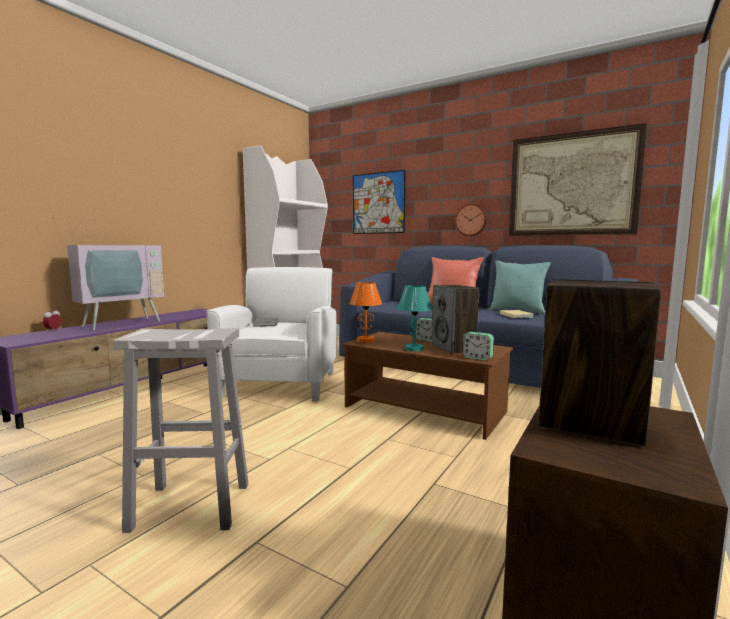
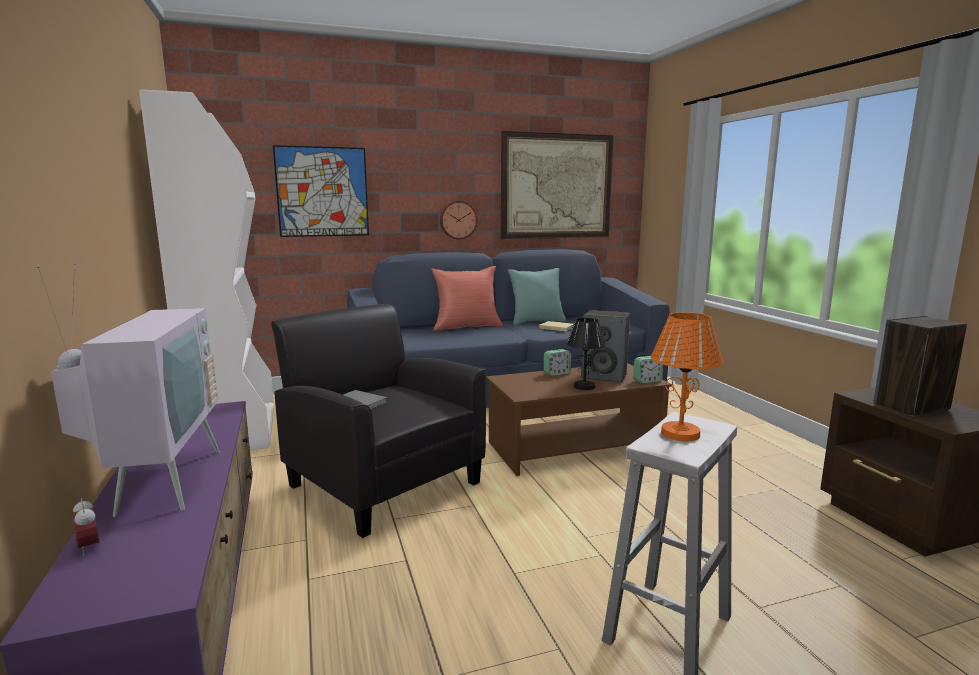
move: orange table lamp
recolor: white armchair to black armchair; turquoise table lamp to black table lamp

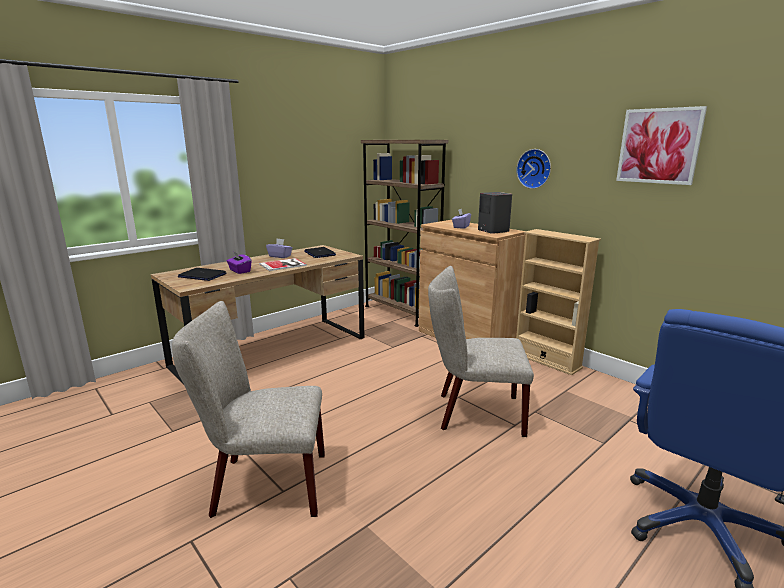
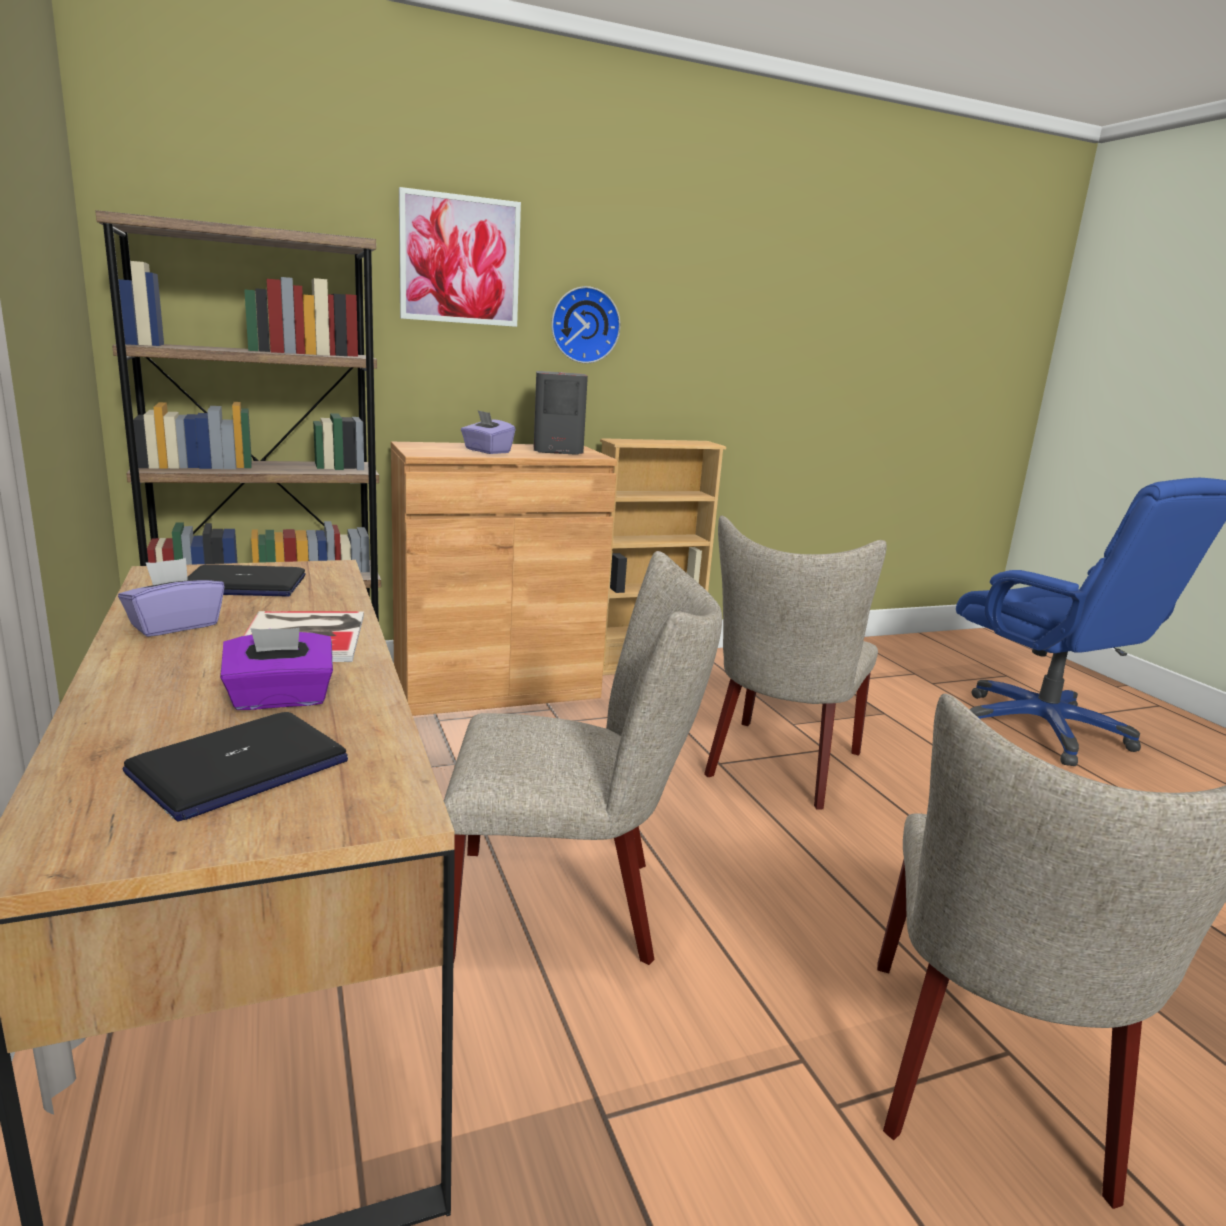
insert: beige chair (1st from left)
move: picture

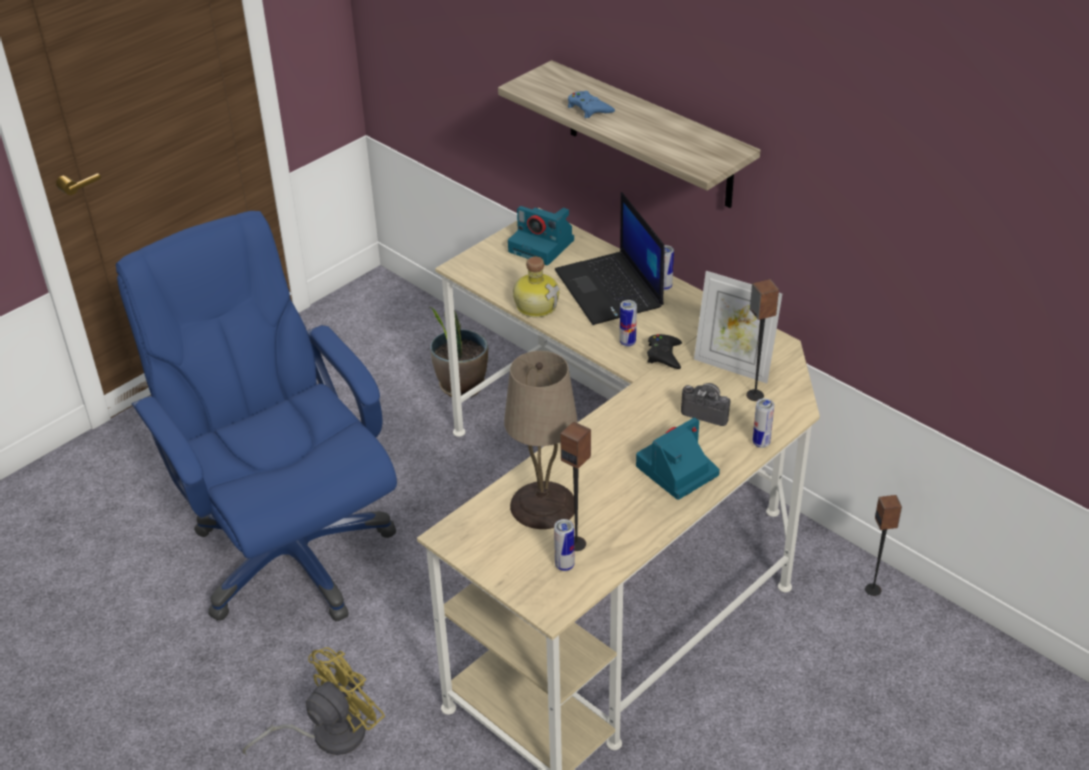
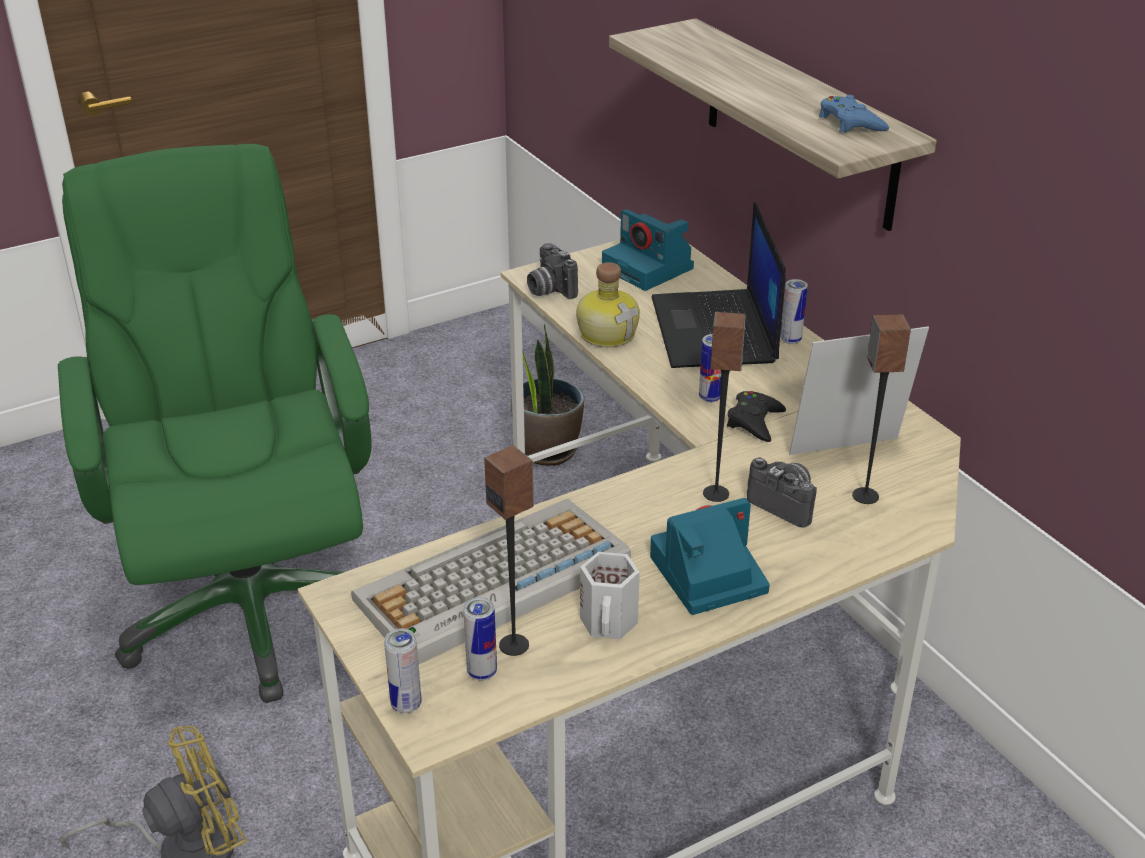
insert: photo camera (1st from left); white mug
move: blue game controller; can (4th from left in the first image) to can (1st from left); speaker (3rd from left in the first image) to speaker (2nd from left)
replace: beige table lamp to keyboard
recolor: blue office chair to green office chair
rotate: picture frame 120 degrees clockwise

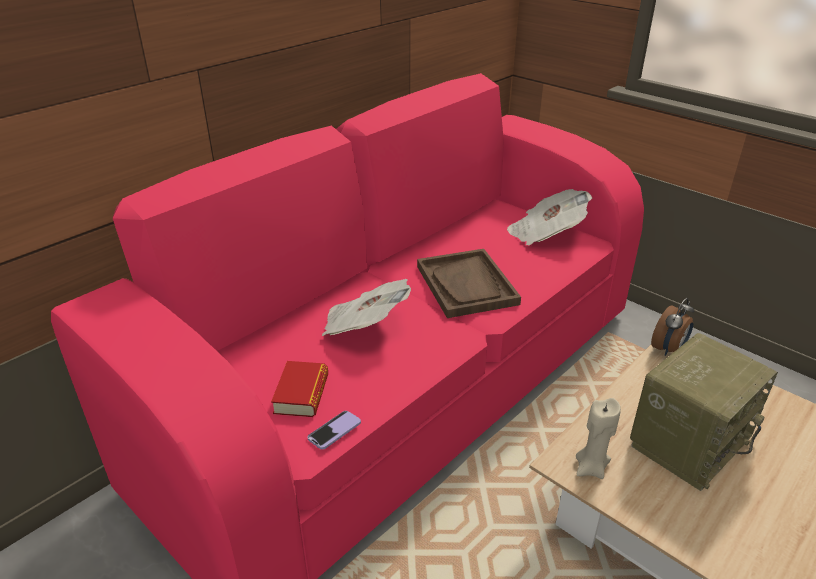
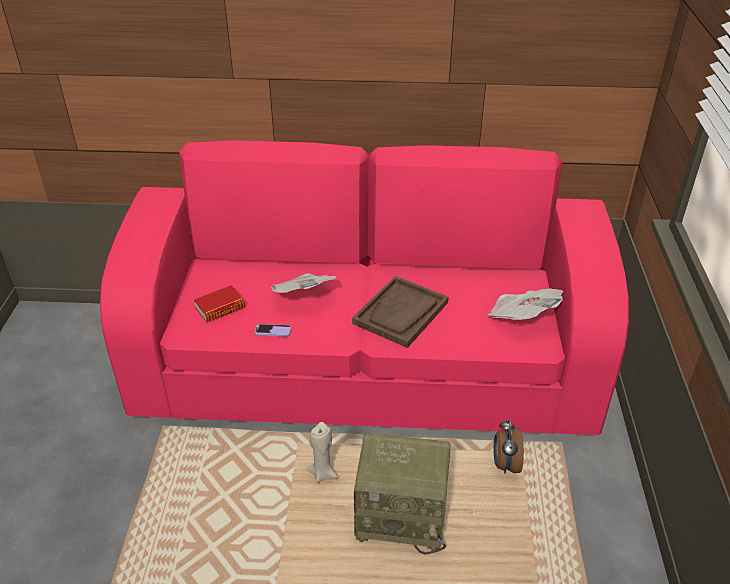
move: phone
rotate: alarm clock 90 degrees clockwise

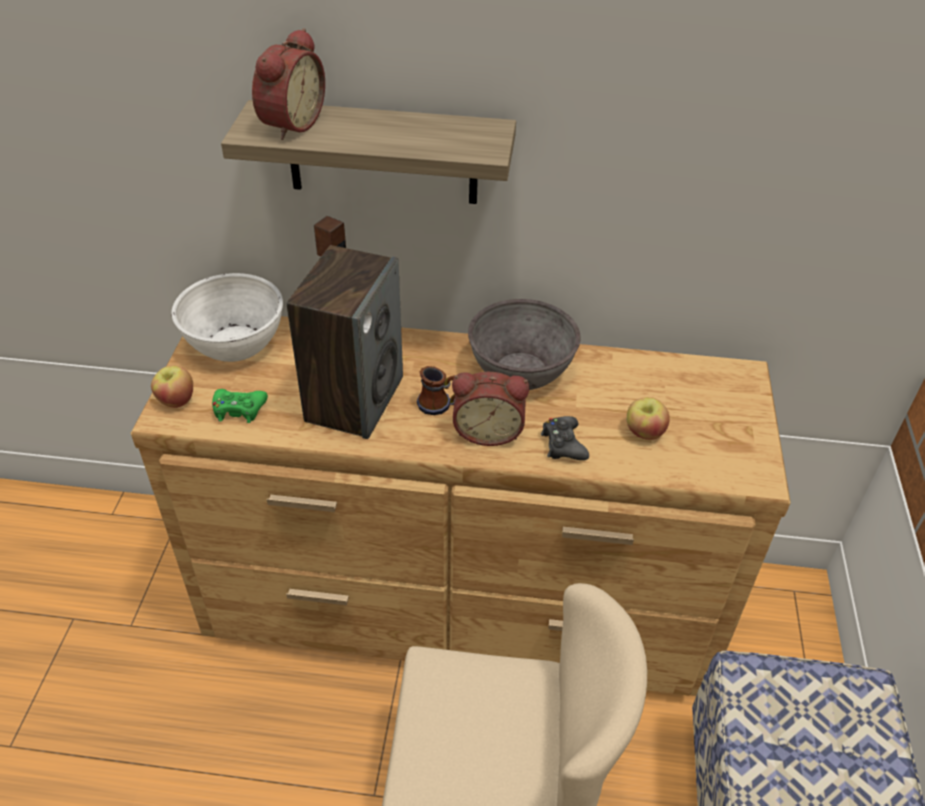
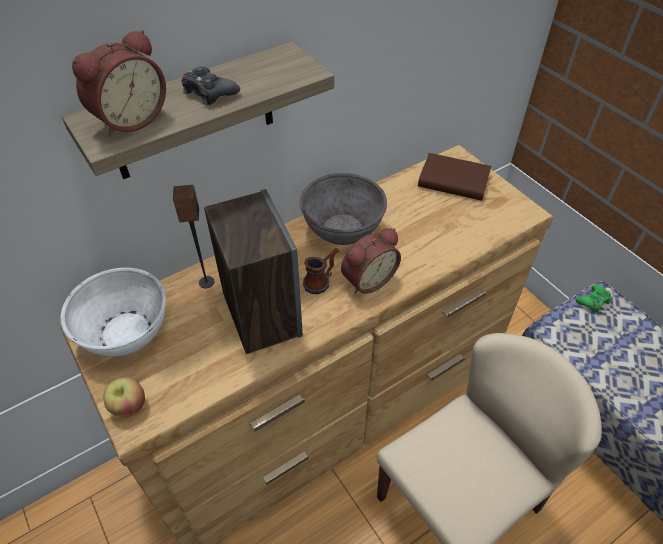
delete: apple (2nd from left)
insert: brown book
move: green game controller; black game controller
rotate: alarm clock (1st from left) 60 degrees clockwise

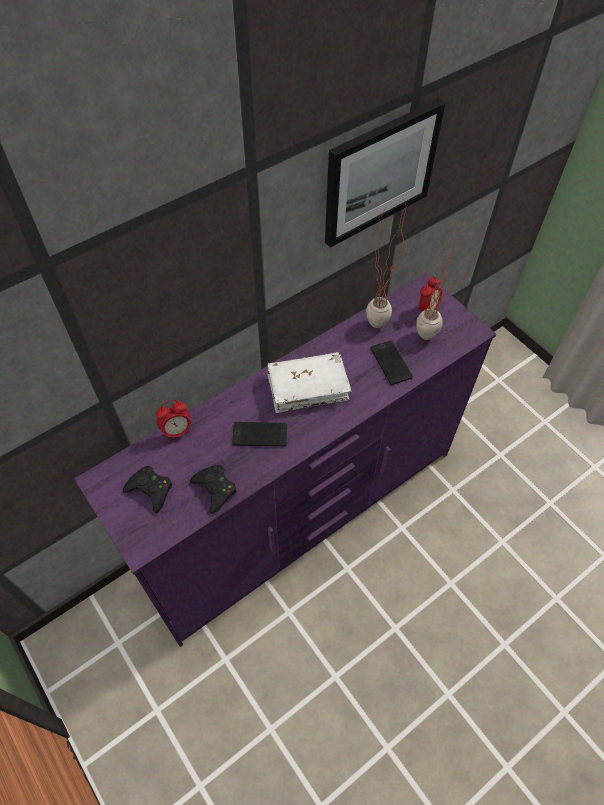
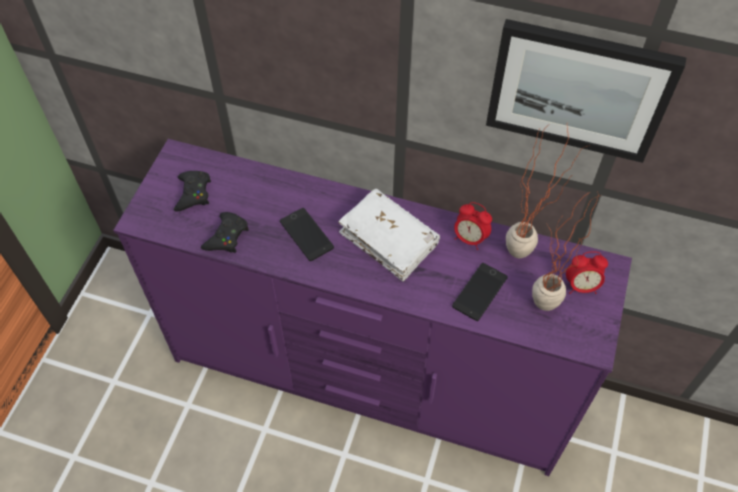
move: alarm clock (1st from left)

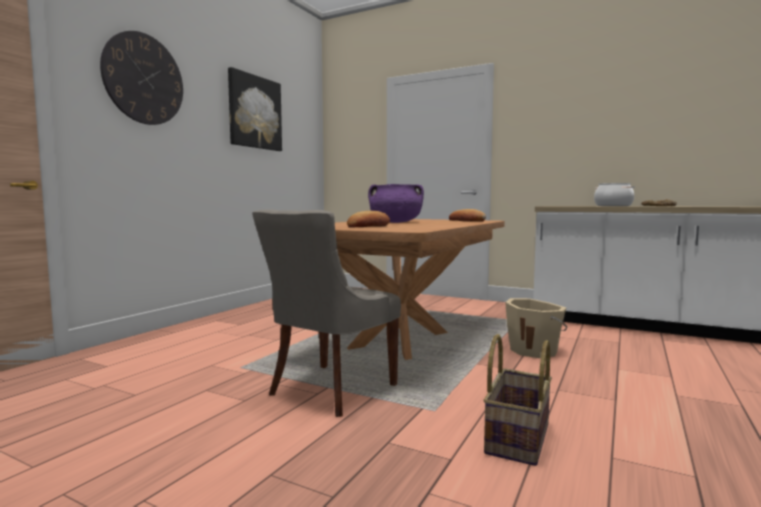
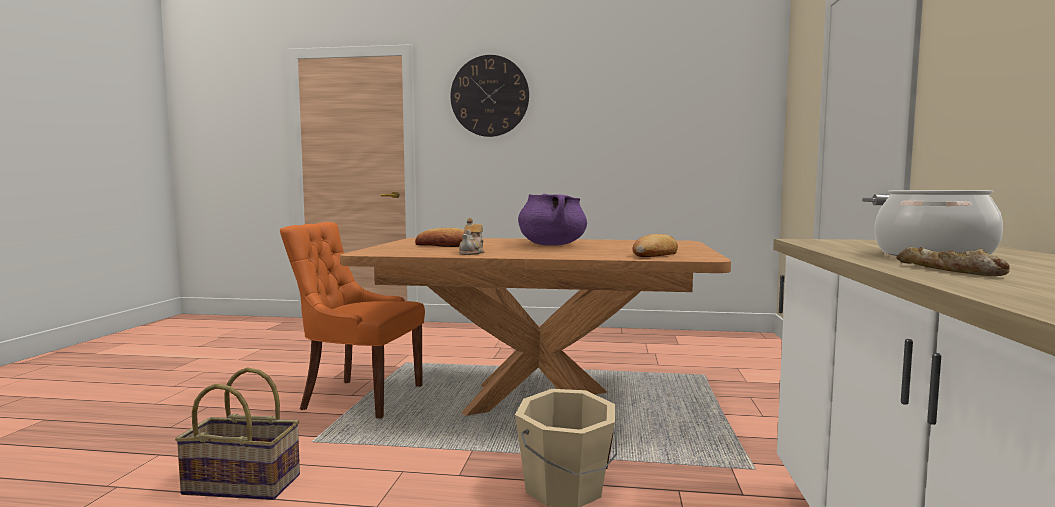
delete: picture
insert: teapot
recolor: grey chair to orange chair

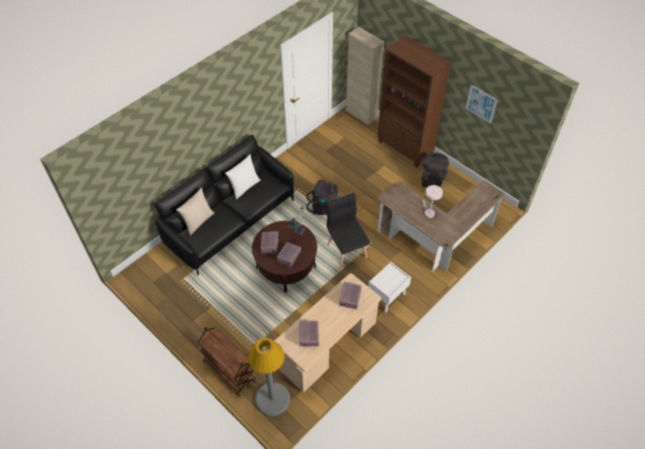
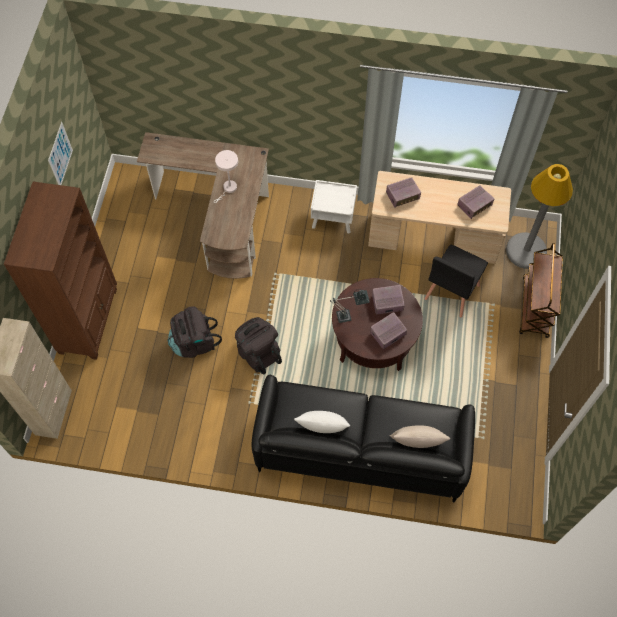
move: black backpack (2nd from left in the first image) to black backpack (1st from left); black chair

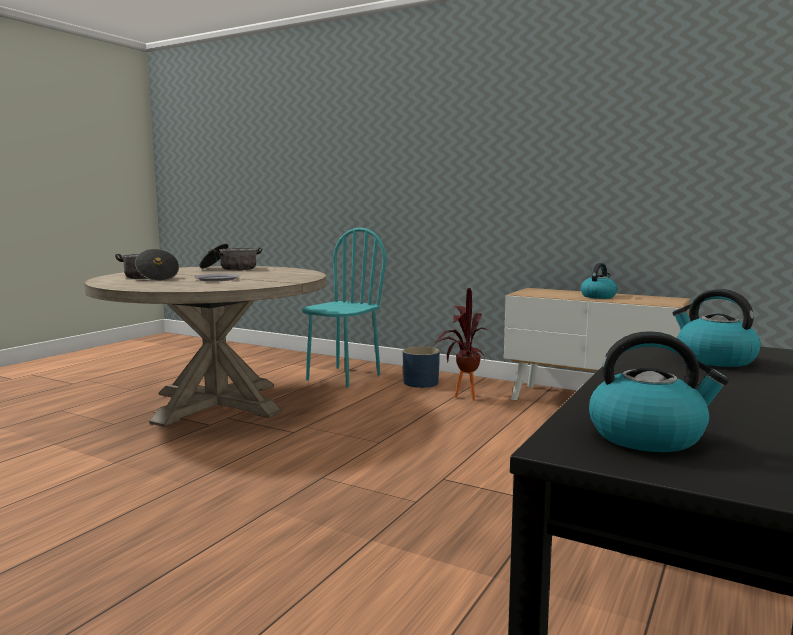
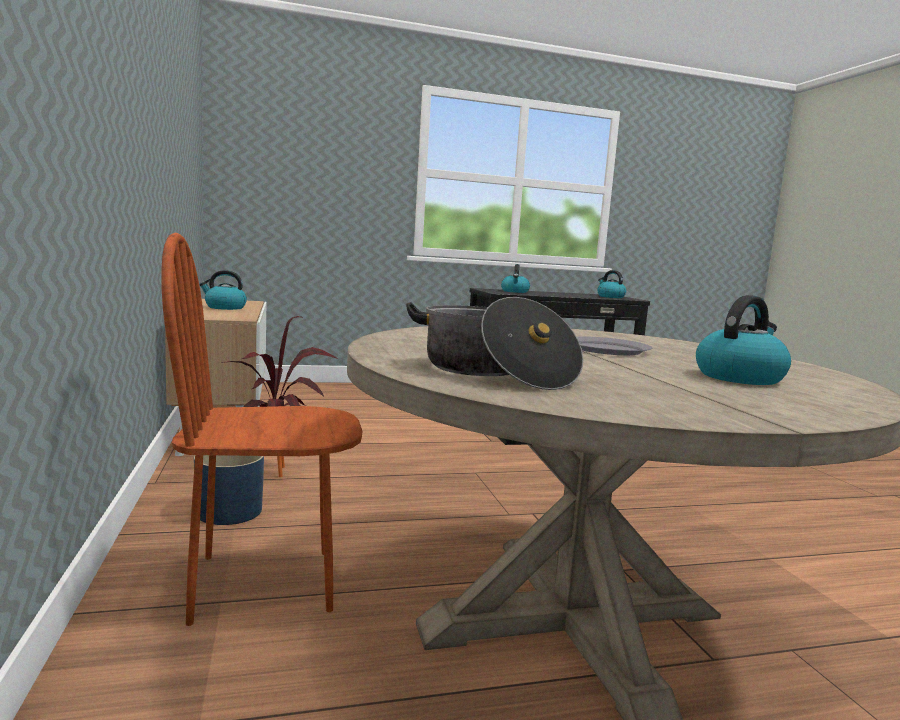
replace: cooking pot (1st from left) to kettle (4th from left)
recolor: turquoise chair to brown chair

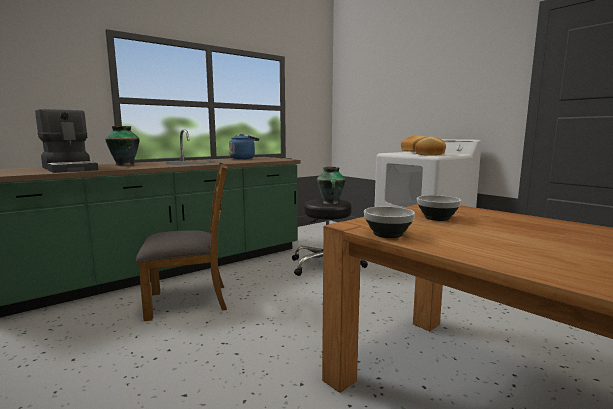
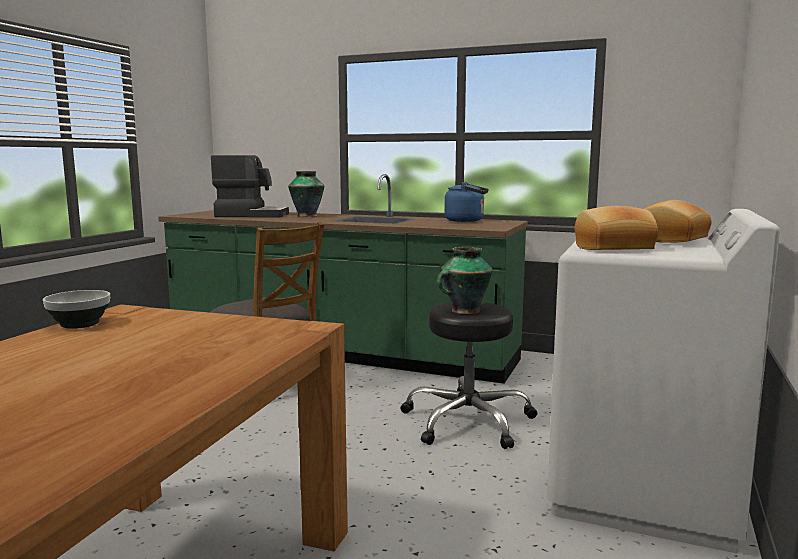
delete: bowl (2nd from left)
rotate: coffee machine 105 degrees counterclockwise

